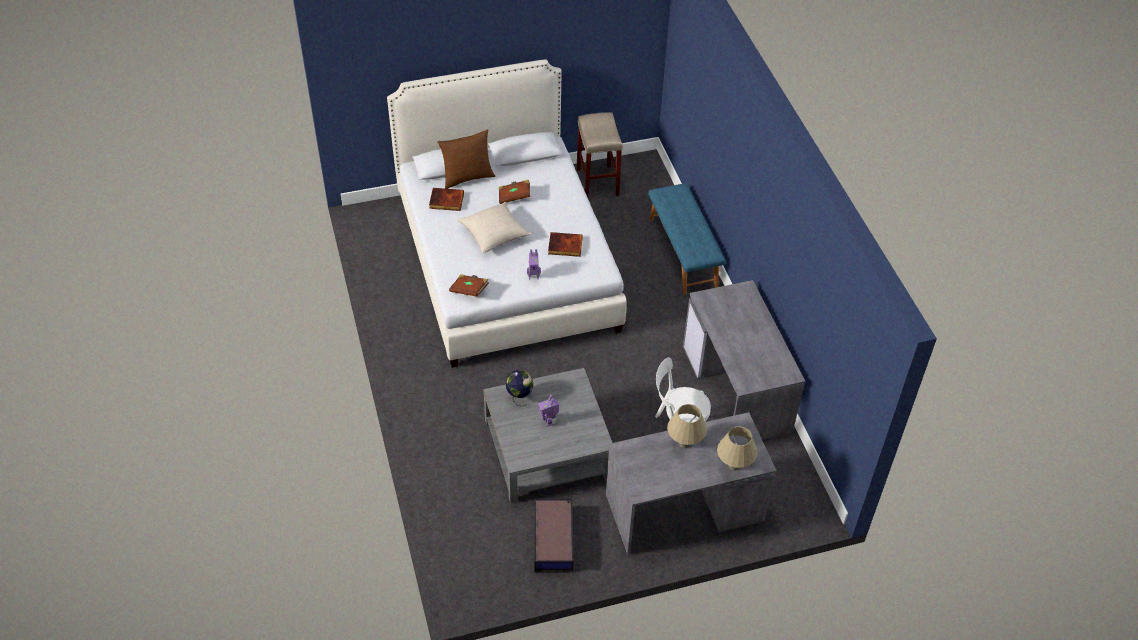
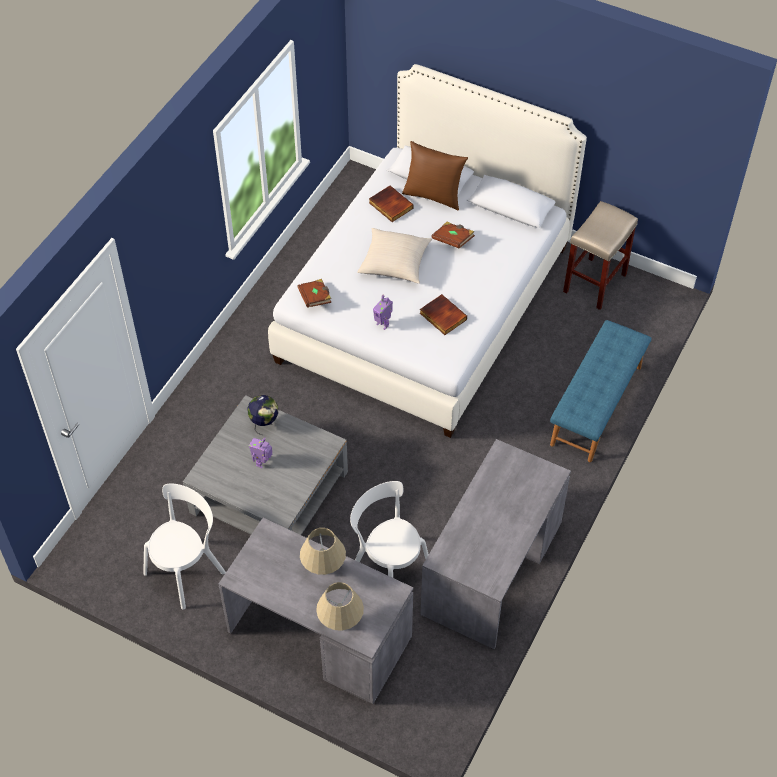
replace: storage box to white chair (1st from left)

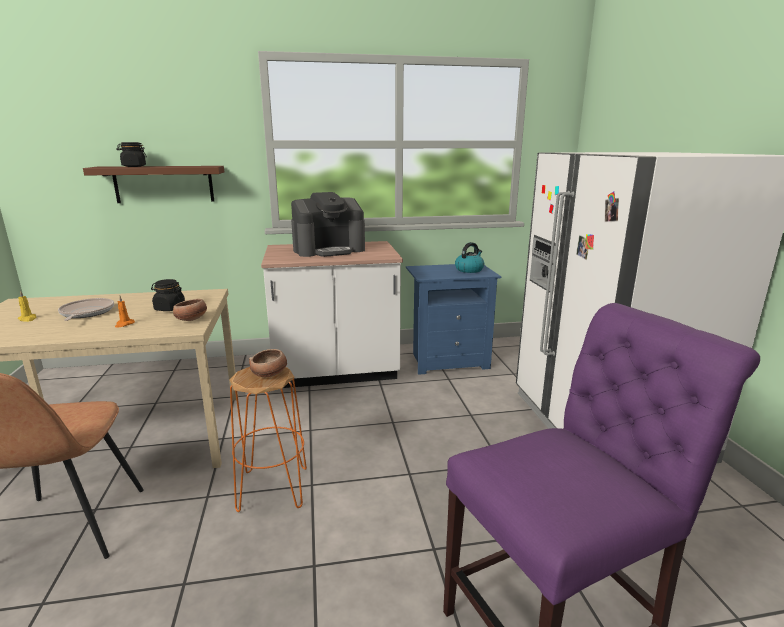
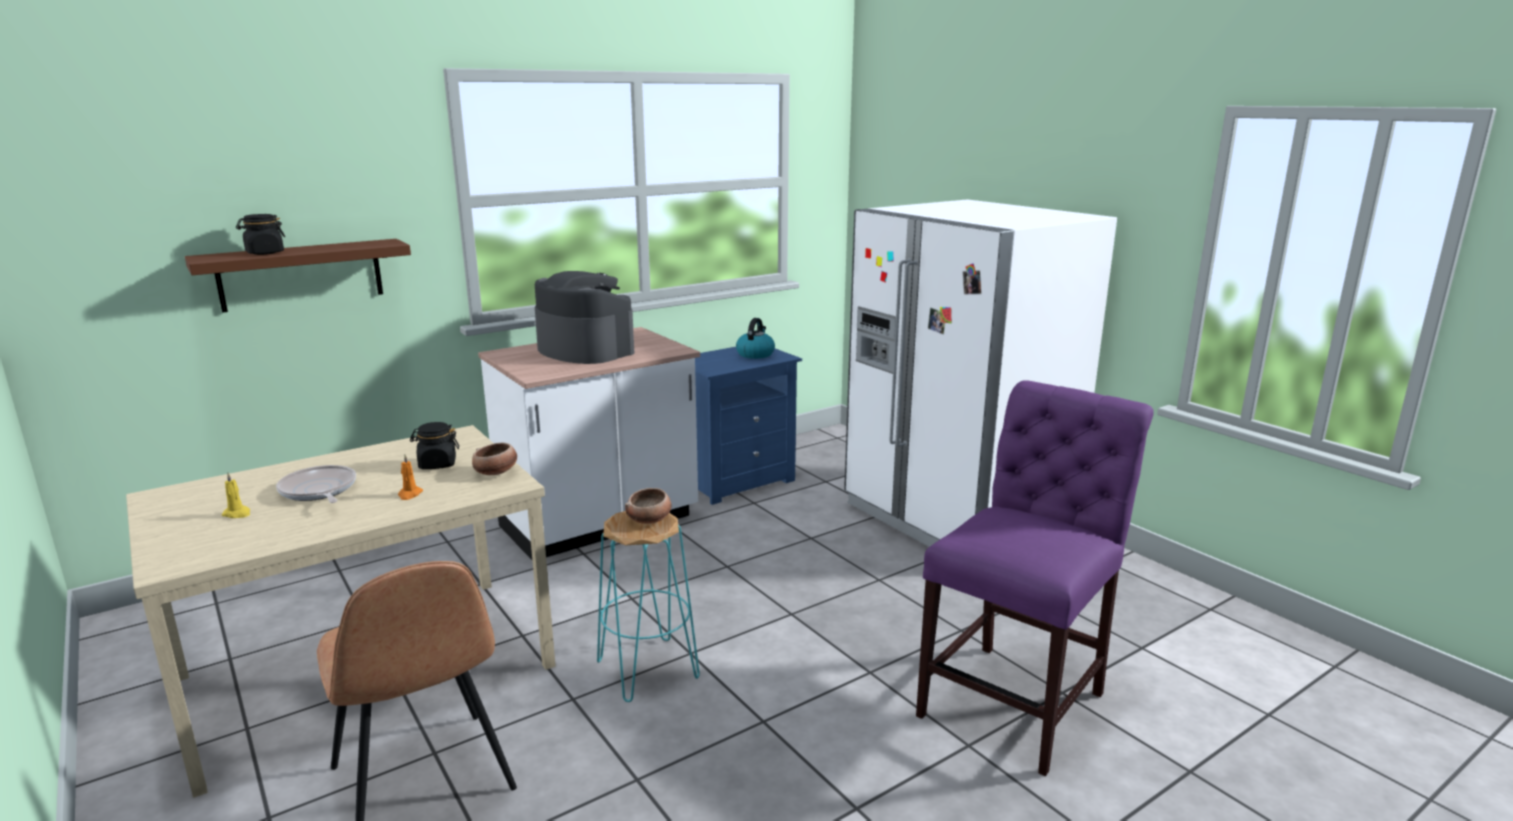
recolor: orange stool to turquoise stool
rotate: coffee machine 90 degrees counterclockwise

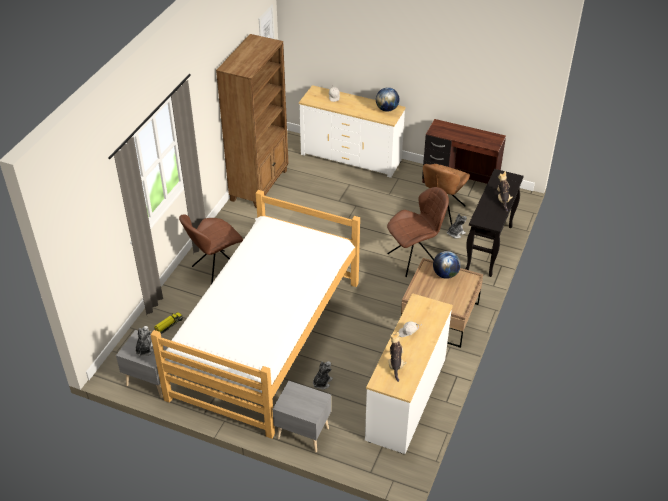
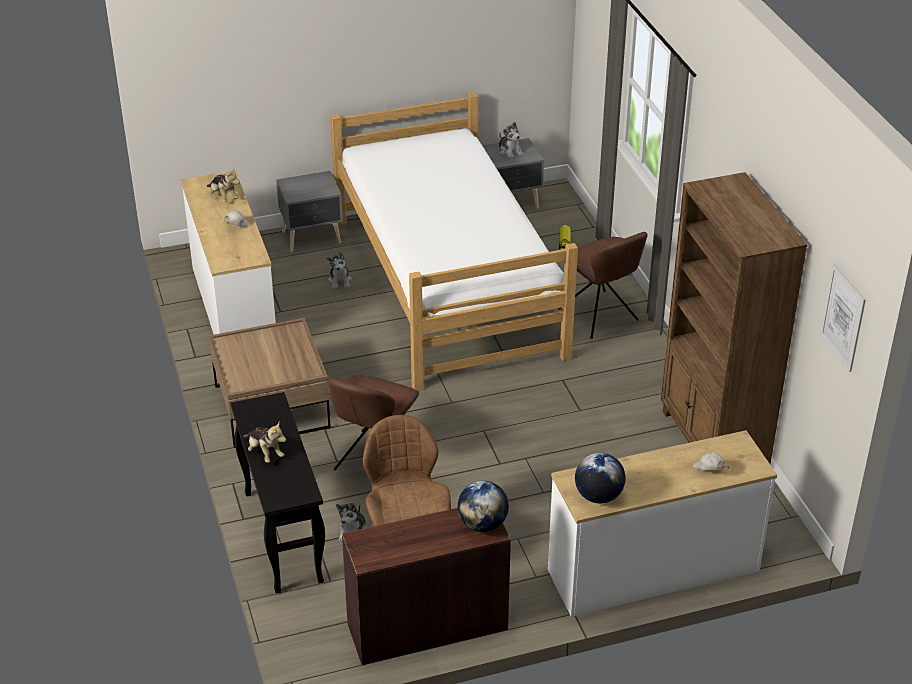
move: globe (2nd from left in the first image) to globe (1st from left)
rotate: brown chair (1st from left in the first image) 135 degrees clockwise

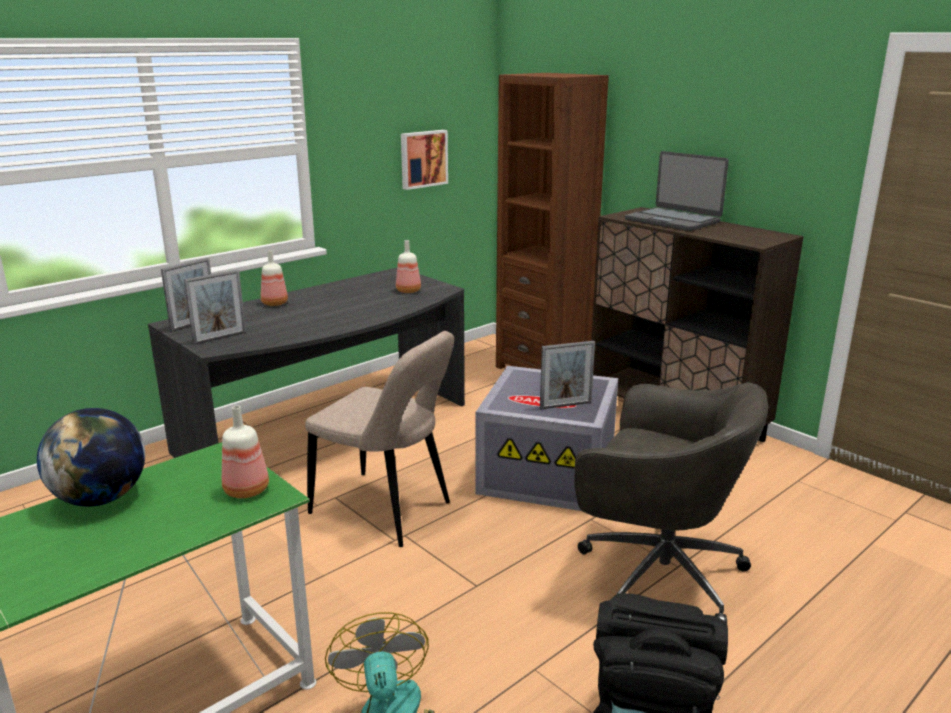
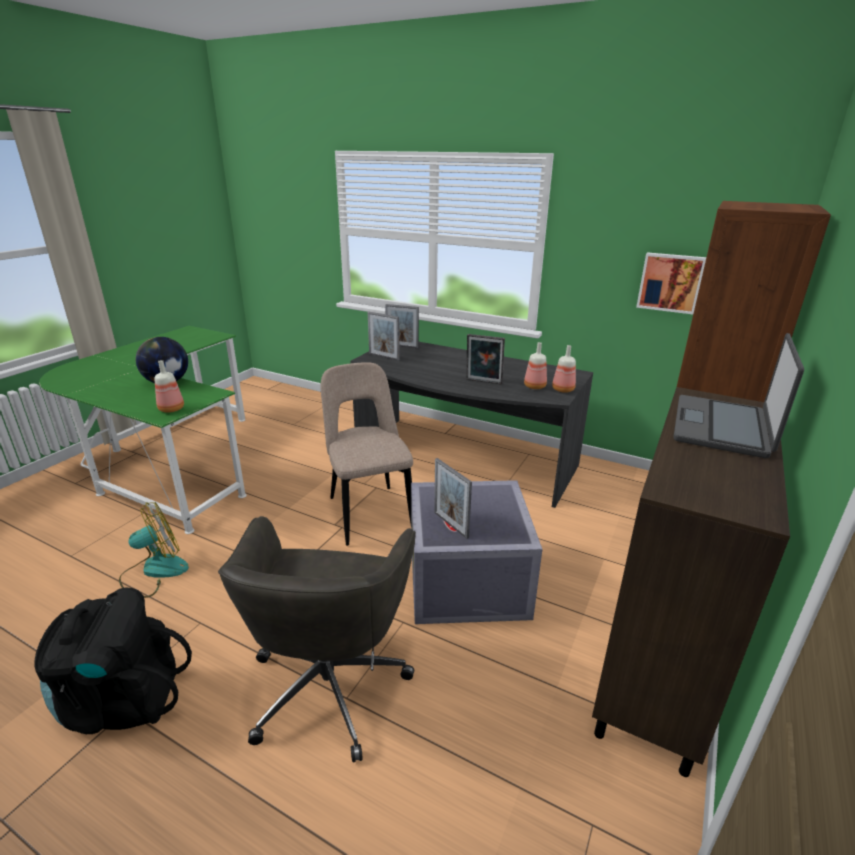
insert: picture frame (4th from left)
move: bottle (2nd from left in the first image) to bottle (3rd from left)
rotate: beige chair 150 degrees clockwise

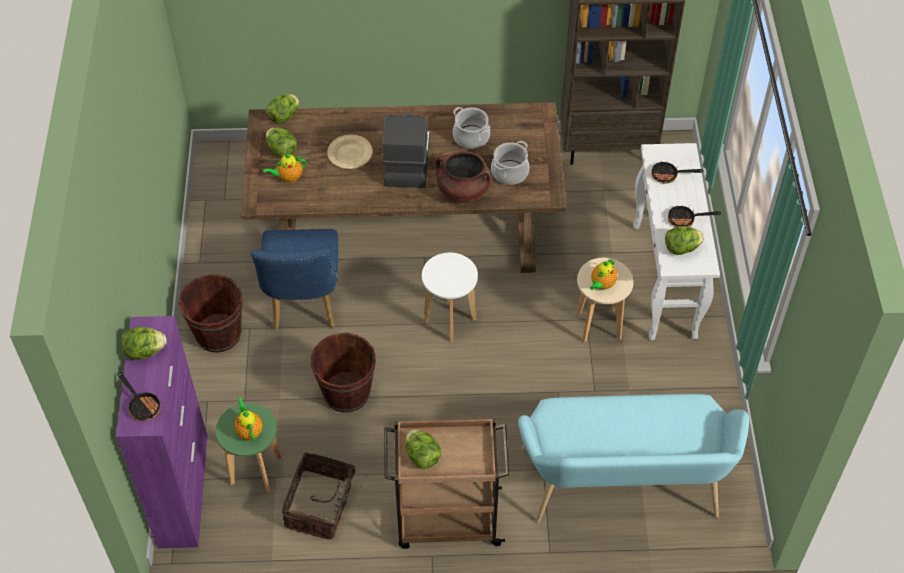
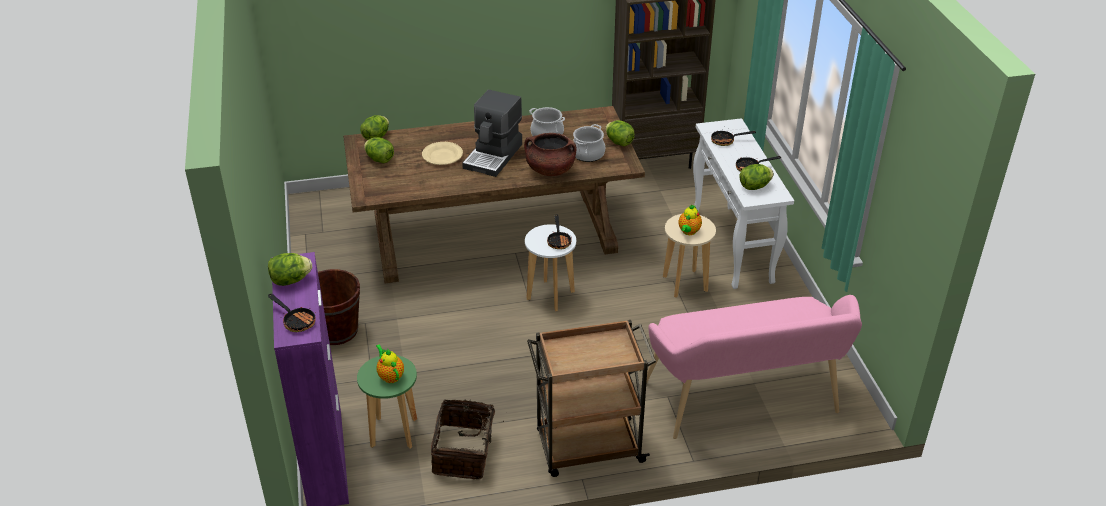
delete: teapot (2nd from left); blue chair; brown bucket (2nd from left)
insert: frying pan (2nd from left)
move: lettuce (4th from left)
recolor: turquoise bench to pink bench
rotate: coffee machine 150 degrees counterclockwise

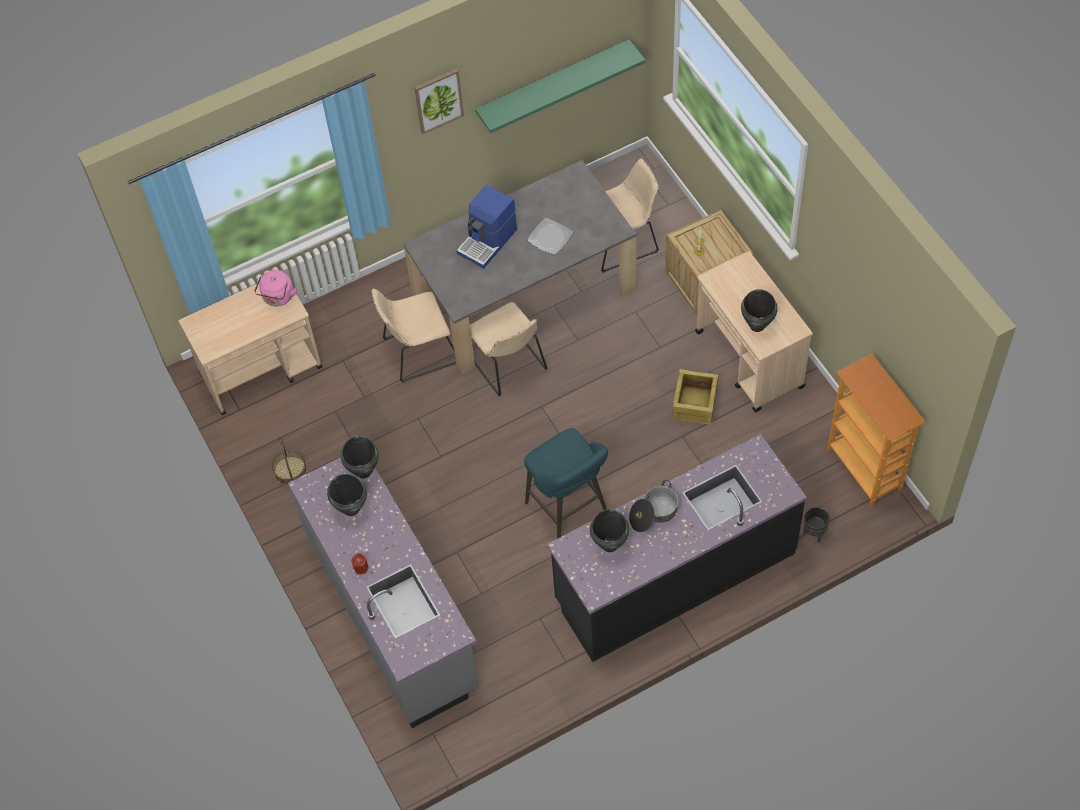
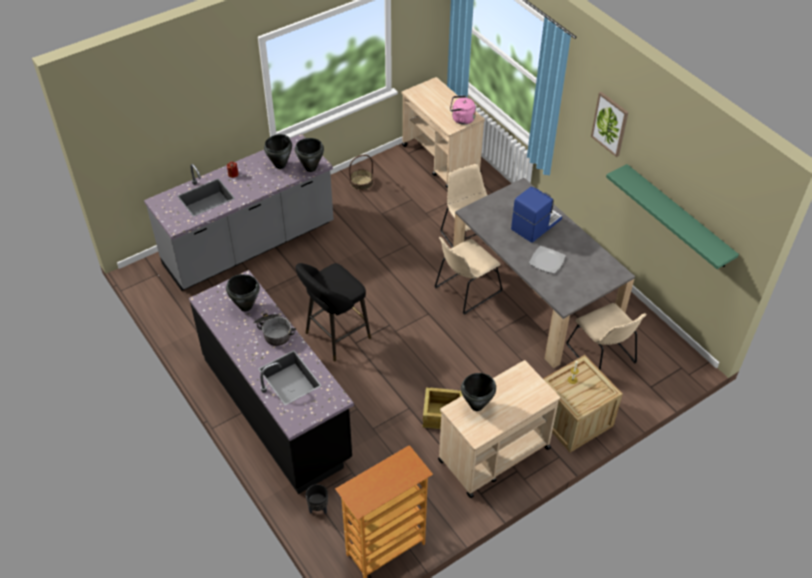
recolor: turquoise stool to black stool
rotate: coffee machine 105 degrees clockwise

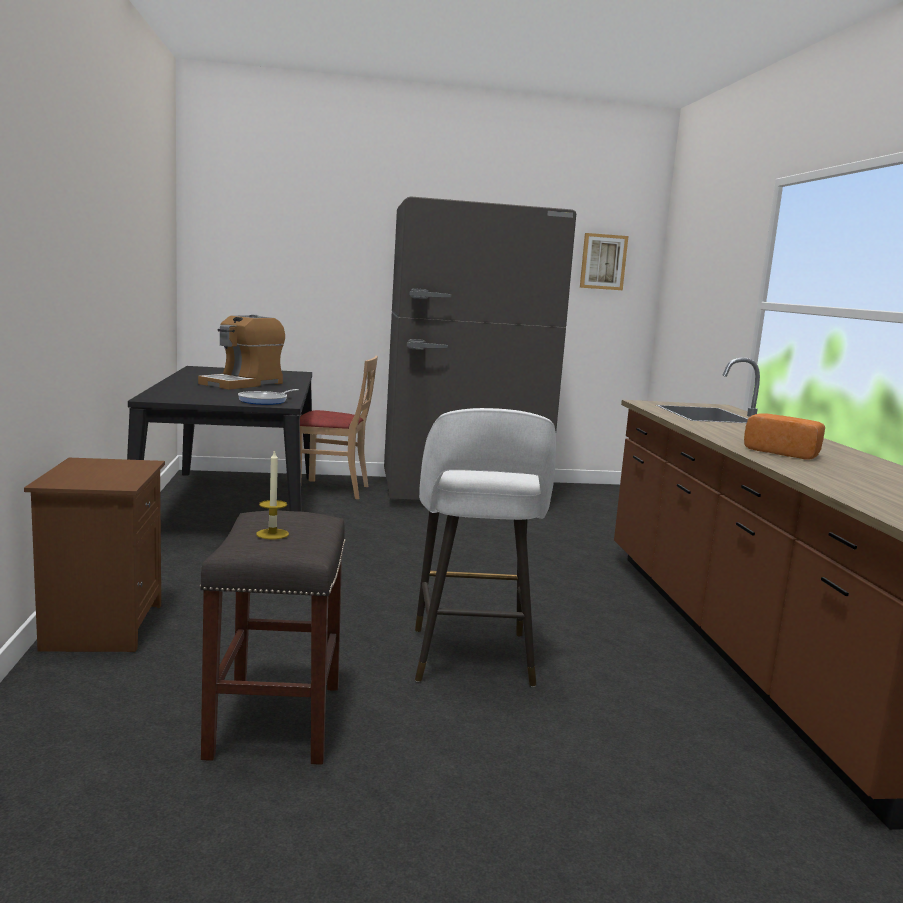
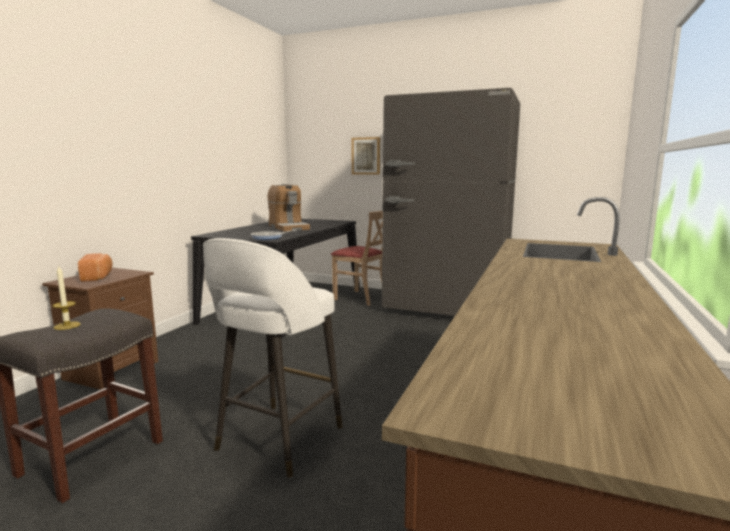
move: picture; bread
rotate: coffee machine 90 degrees counterclockwise

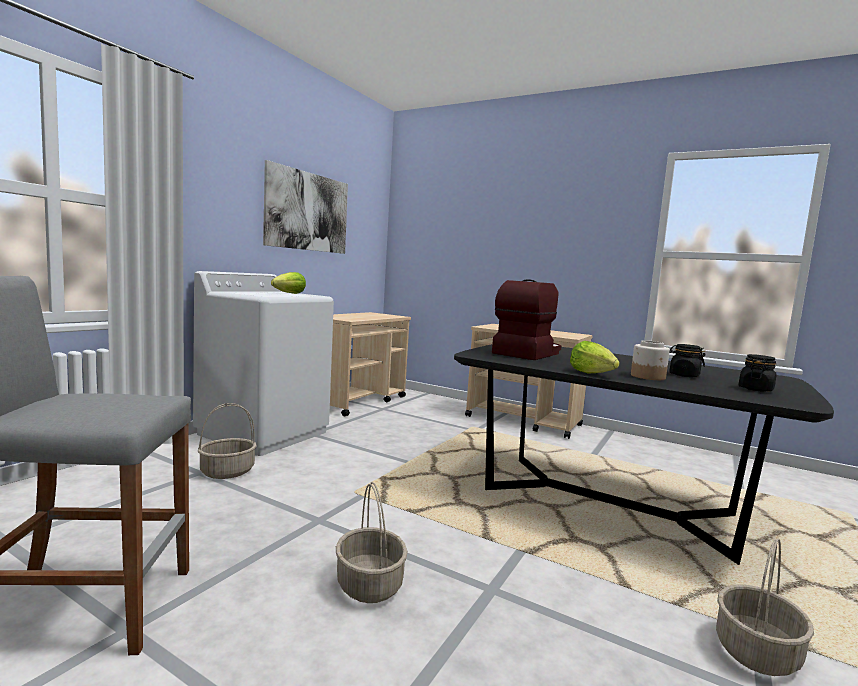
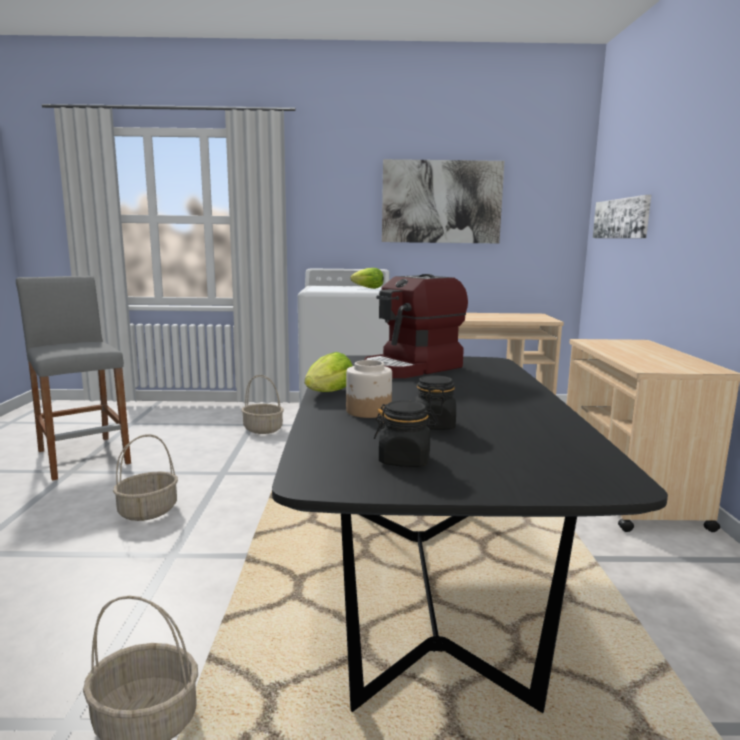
insert: picture (2nd from left)
rotate: coffee machine 135 degrees clockwise

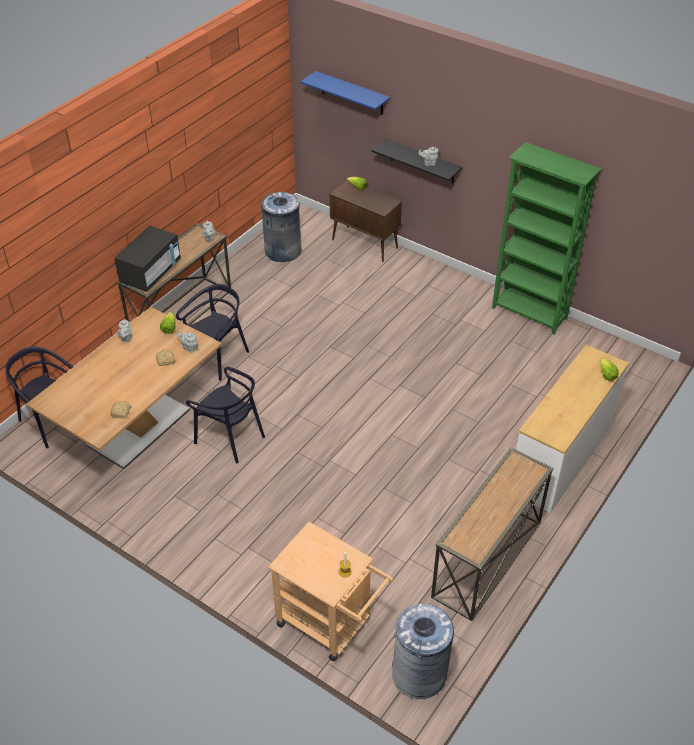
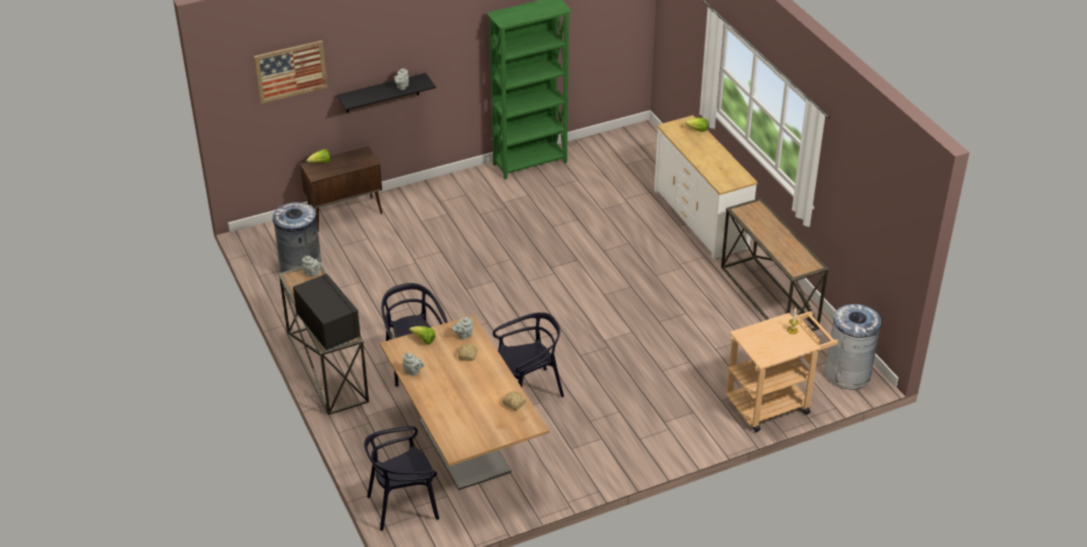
replace: blue shelf to picture

